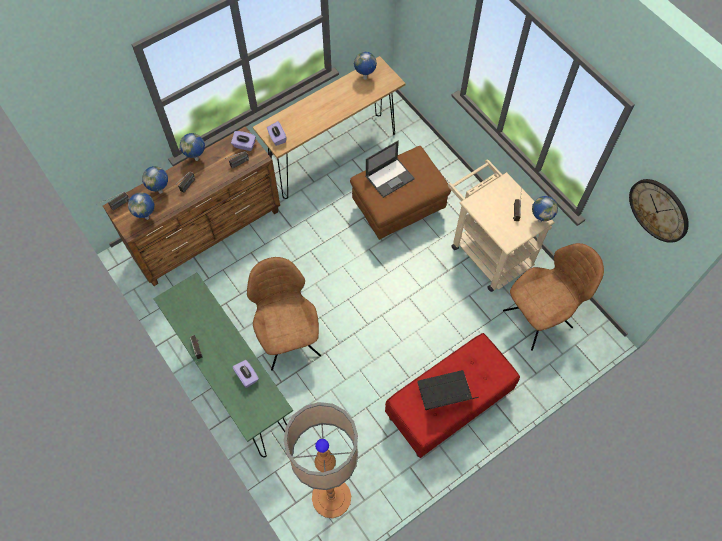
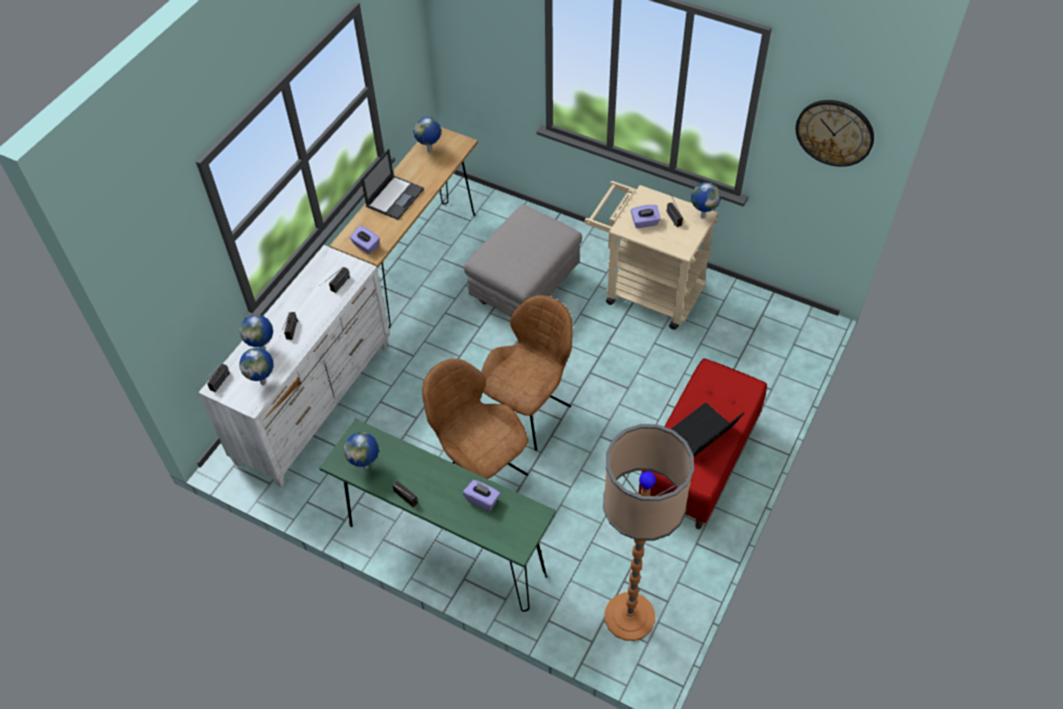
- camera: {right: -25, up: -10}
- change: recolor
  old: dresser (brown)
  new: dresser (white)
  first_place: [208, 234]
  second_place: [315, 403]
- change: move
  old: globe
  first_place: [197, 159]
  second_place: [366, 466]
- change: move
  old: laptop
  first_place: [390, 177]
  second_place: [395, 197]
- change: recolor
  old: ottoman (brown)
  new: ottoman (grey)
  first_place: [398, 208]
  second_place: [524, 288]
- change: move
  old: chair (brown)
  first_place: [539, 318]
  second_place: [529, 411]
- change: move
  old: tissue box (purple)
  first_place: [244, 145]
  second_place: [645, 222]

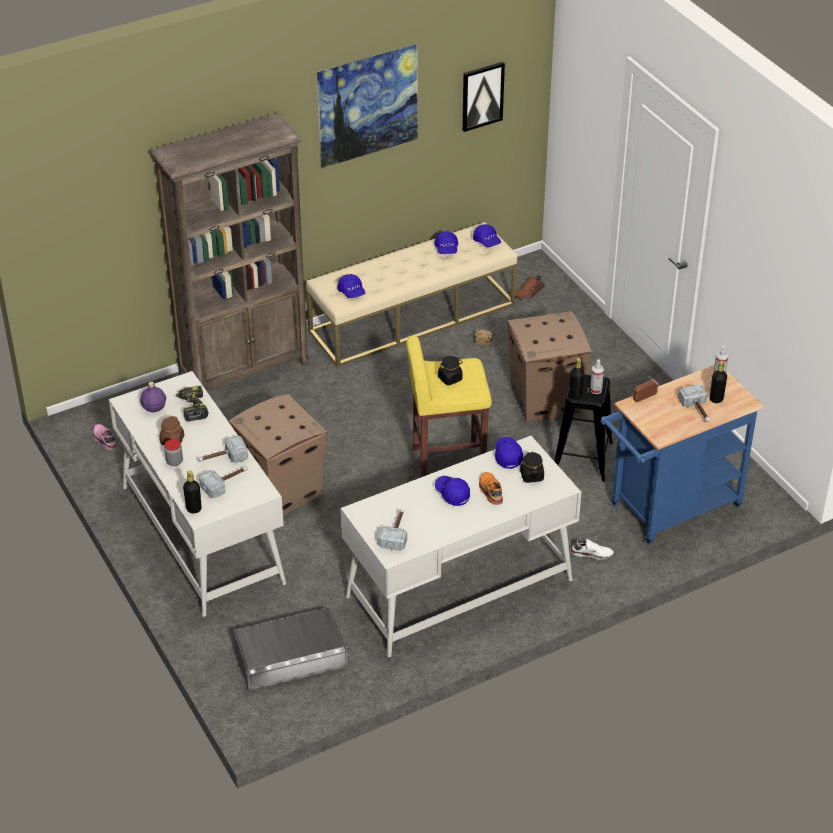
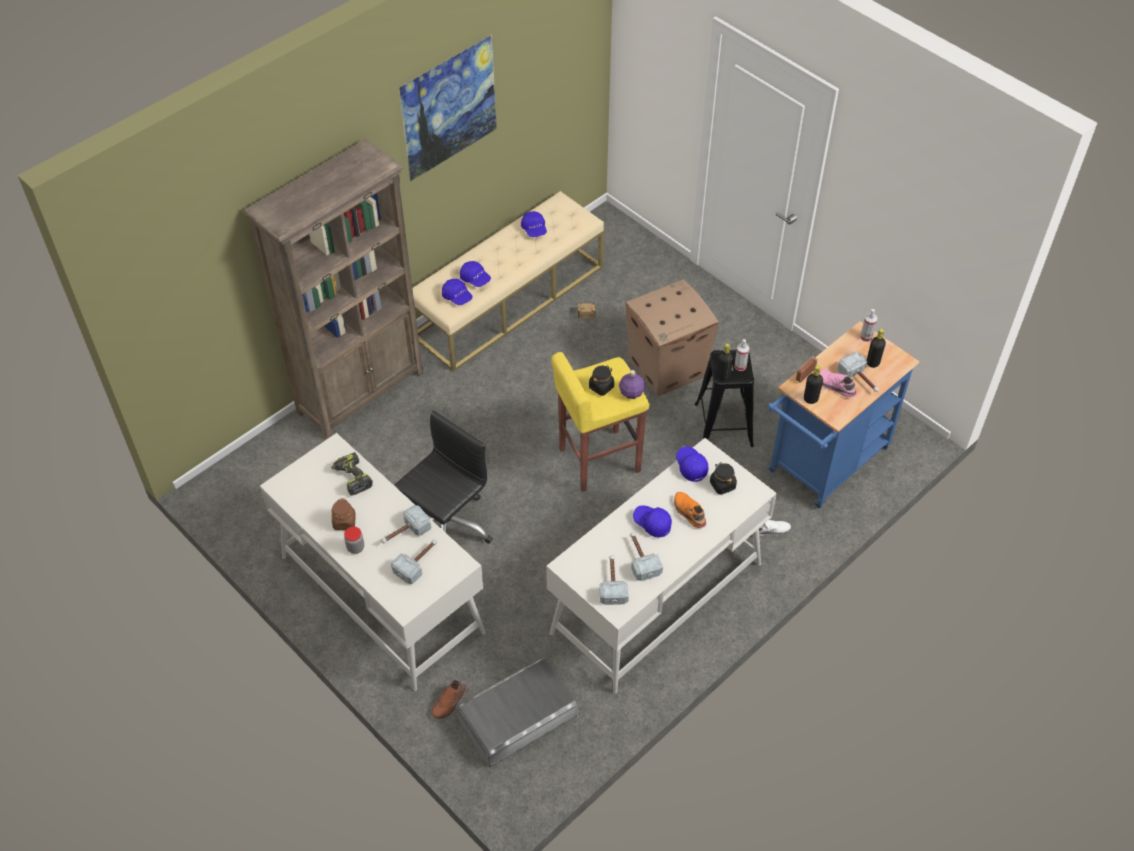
- camera: {right: -15, up: 10}
- change: replace
  old: cardboard box
  new: office chair (black)
  first_place: [282, 492]
  second_place: [446, 527]
- change: move
  old: shoe (brown)
  first_place: [530, 293]
  second_place: [449, 703]
- change: move
  old: cap (blue)
  first_place: [487, 242]
  second_place: [475, 279]
- change: move
  old: bottle (purple)
  first_place: [154, 407]
  second_place: [631, 392]
- change: insert
  new: hammer
  second_place: [640, 558]
- change: move
  old: bottle (black)
  first_place: [194, 509]
  second_place: [810, 399]
- change: move
  old: shoe (pink)
  first_place: [104, 440]
  second_place: [835, 386]
- change: delete
  old: picture
  first_place: [482, 96]

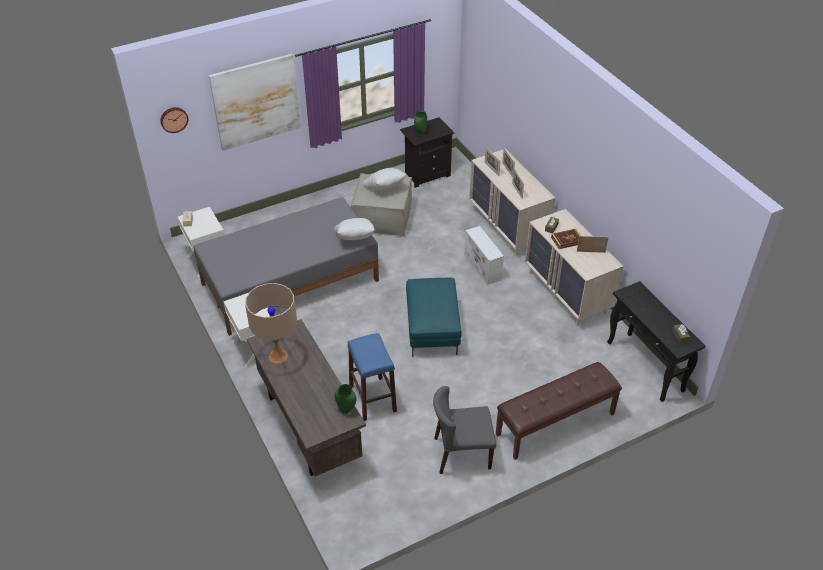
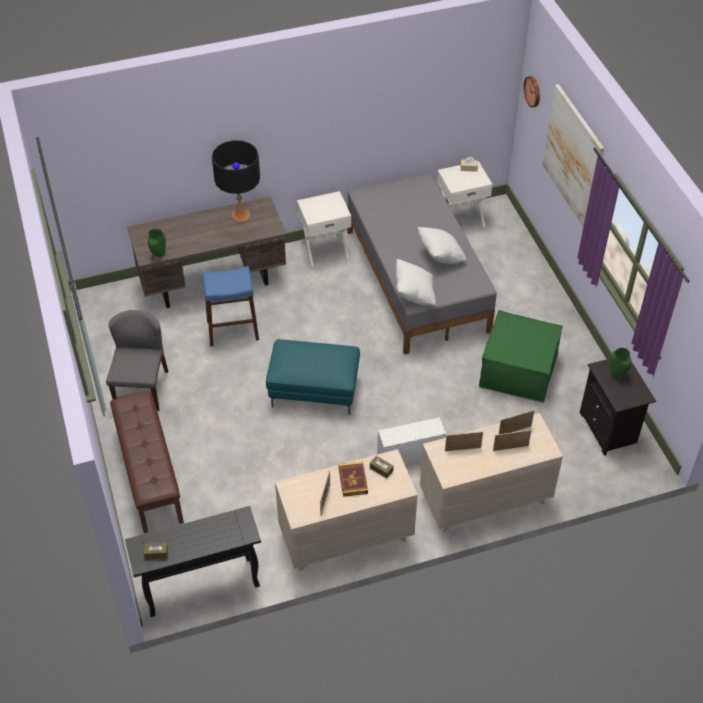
- camera: {right: 100, up: 5}
- change: recolor
  old: table lamp (beige)
  new: table lamp (black)
  first_place: [278, 356]
  second_place: [240, 215]
- change: move
  old: pillow (white)
  first_place: [384, 189]
  second_place: [440, 257]
- change: recolor
  old: ottoman (beige)
  new: ottoman (green)
  first_place: [382, 218]
  second_place: [518, 370]

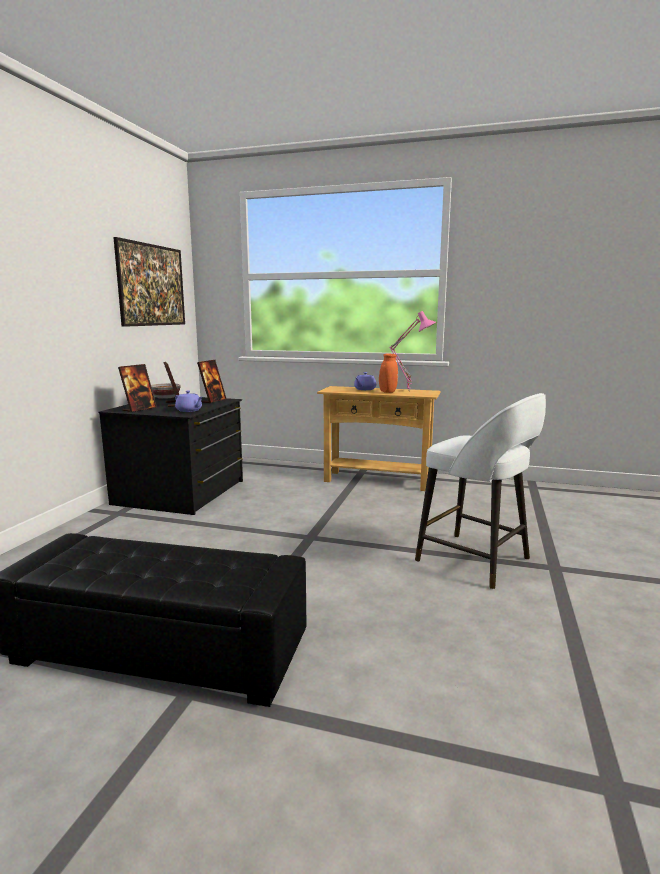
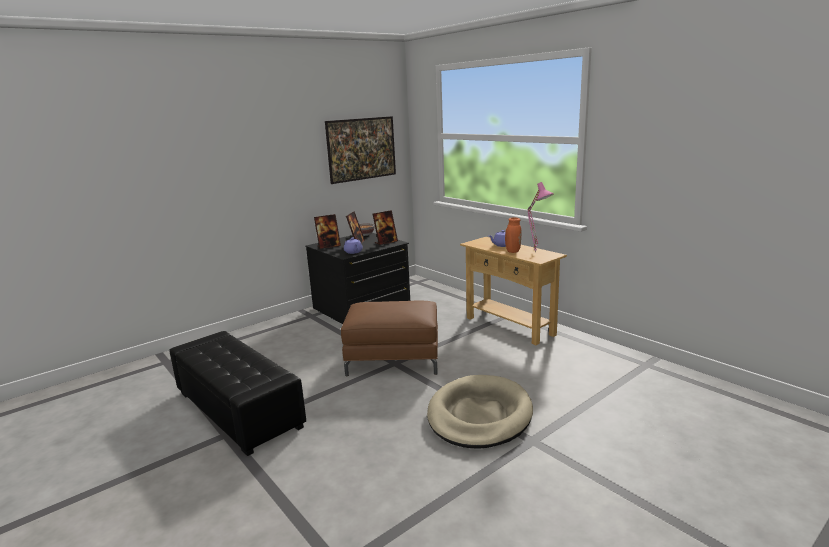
- camera: {right: 35, up: 5}
- change: insert
  new: ottoman (brown)
  second_place: [393, 360]
- change: replace
  old: stool (white)
  new: dog bed (beige)
  first_place: [476, 561]
  second_place: [479, 415]

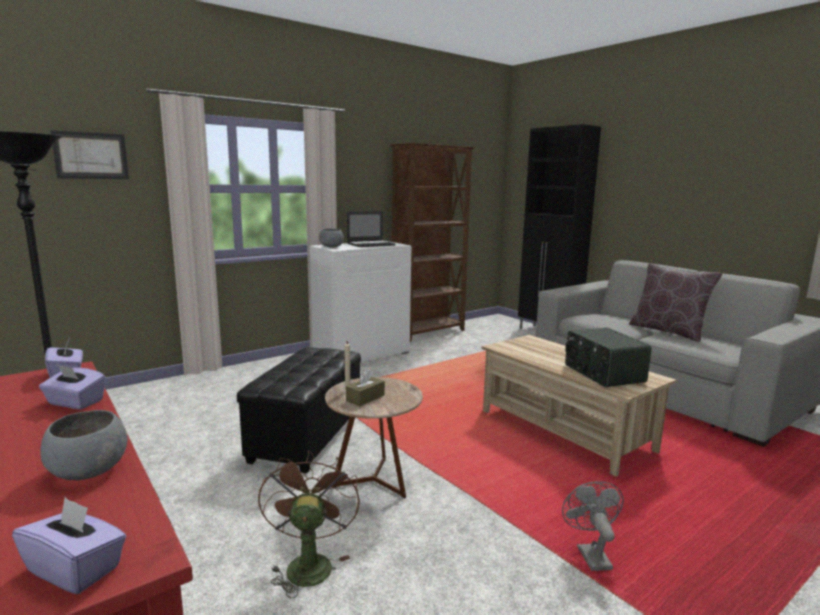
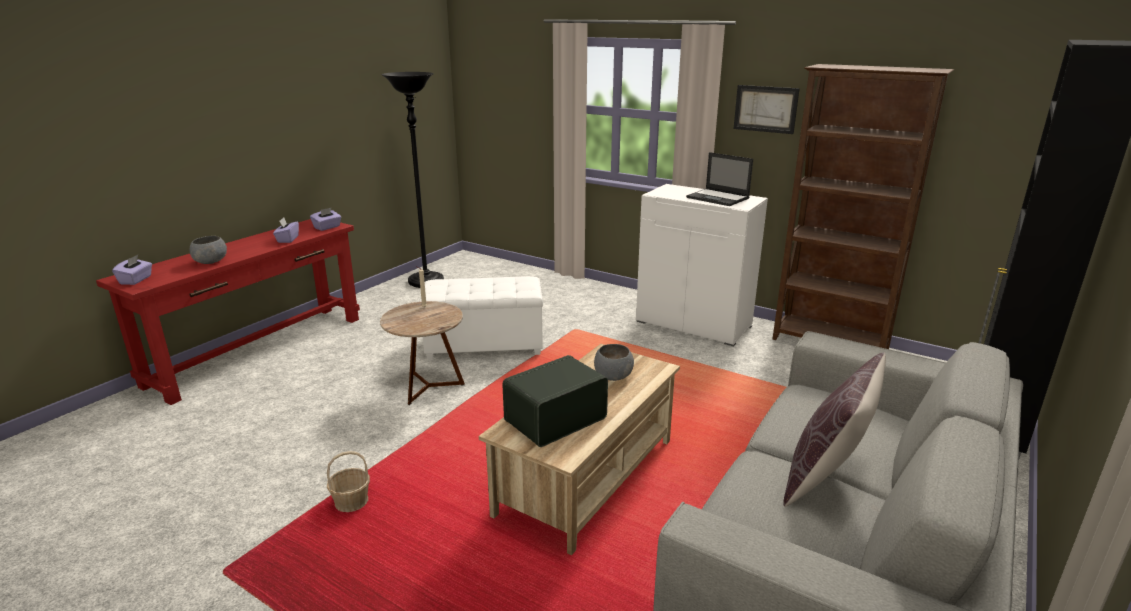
- camera: {right: 70, up: 10}
- change: replace
  old: fan (grey)
  new: basket
  first_place: [590, 554]
  second_place: [351, 502]
- change: recolor
  old: ottoman (black)
  new: ottoman (white)
  first_place: [306, 437]
  second_place: [484, 345]
- change: move
  old: bowl (grey)
  first_place: [331, 247]
  second_place: [613, 376]
- change: move
  old: picture
  first_place: [91, 155]
  second_place: [765, 109]
- change: delete
  old: fan (brown)
  first_place: [308, 563]
- change: delete
  old: tissue box (brown)
  first_place: [365, 398]

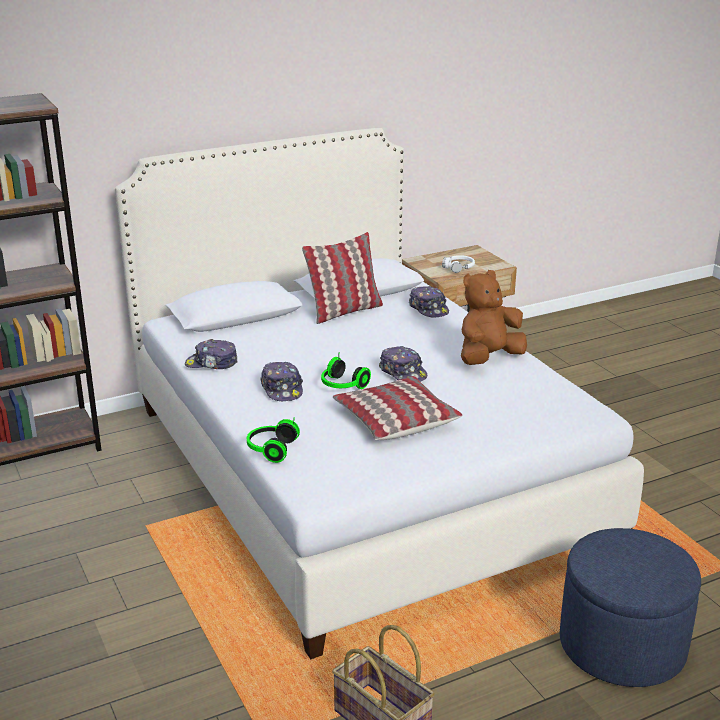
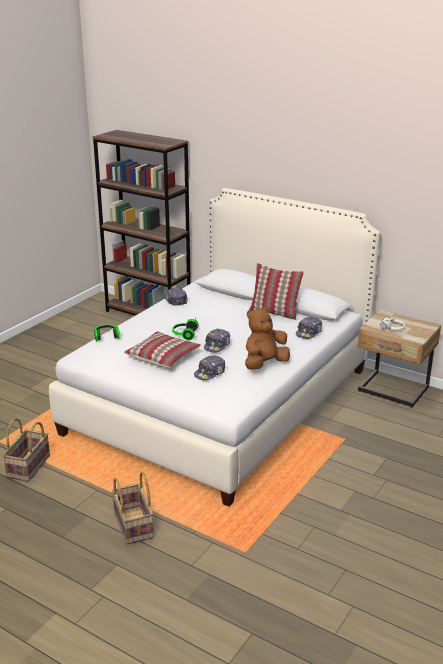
- camera: {right: 60, up: 0}
- change: replace
  old: ottoman (blue)
  new: basket
  first_place: [622, 645]
  second_place: [134, 525]
- change: move
  old: cap
  first_place: [282, 389]
  second_place: [210, 373]
- change: rotate
  old: plush toy (brown)
  first_place: [488, 358]
  second_place: [264, 364]
  degrees: -60

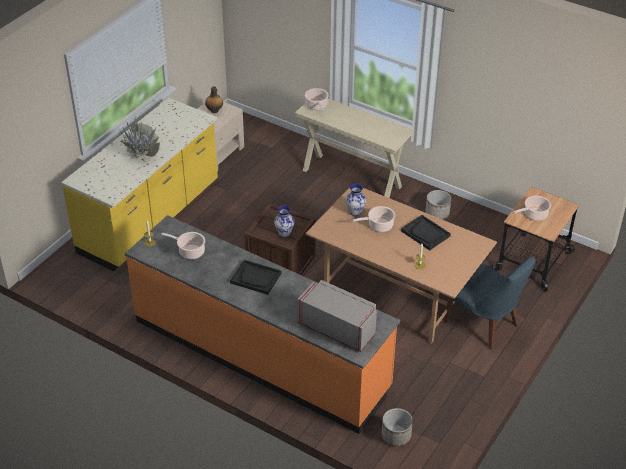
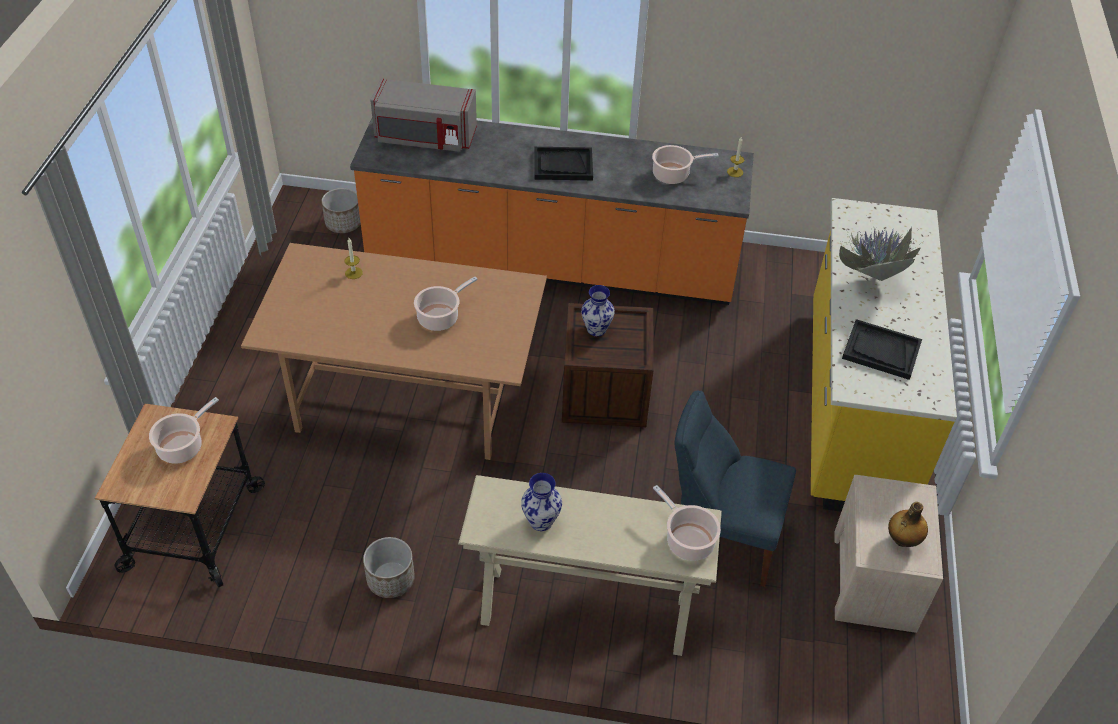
- camera: {right: 155, up: 5}
- change: move
  old: vase
  first_place: [355, 212]
  second_place: [541, 521]
- change: move
  old: chair (blue)
  first_place: [484, 325]
  second_place: [720, 537]
- change: move
  old: tray (black)
  first_place: [425, 233]
  second_place: [881, 351]

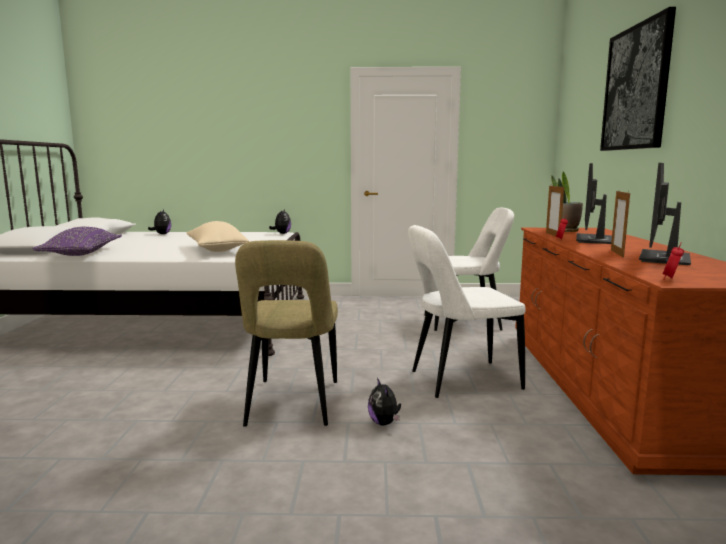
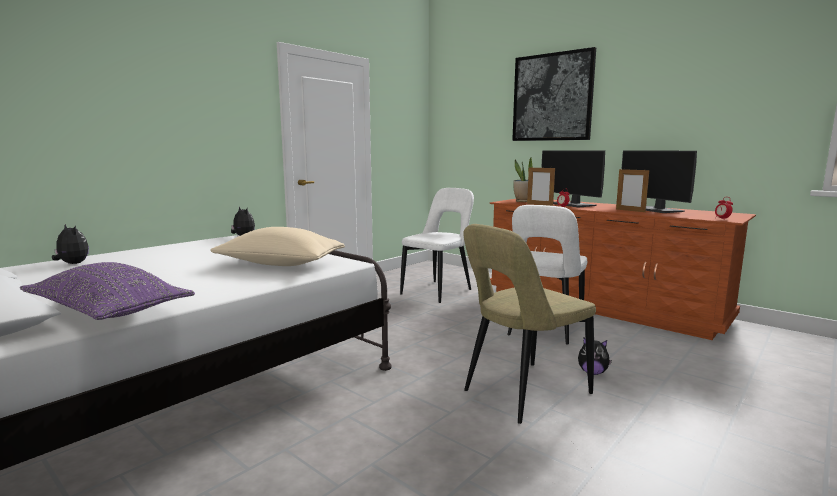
- camera: {right: -50, up: 0}
- change: rotate
  old: chair (beige)
  first_place: [292, 405]
  second_place: [522, 393]
  degrees: 105

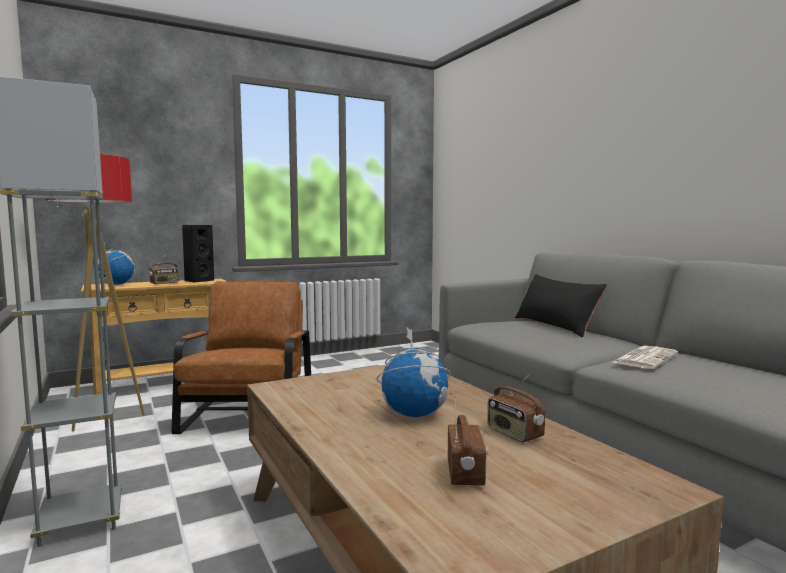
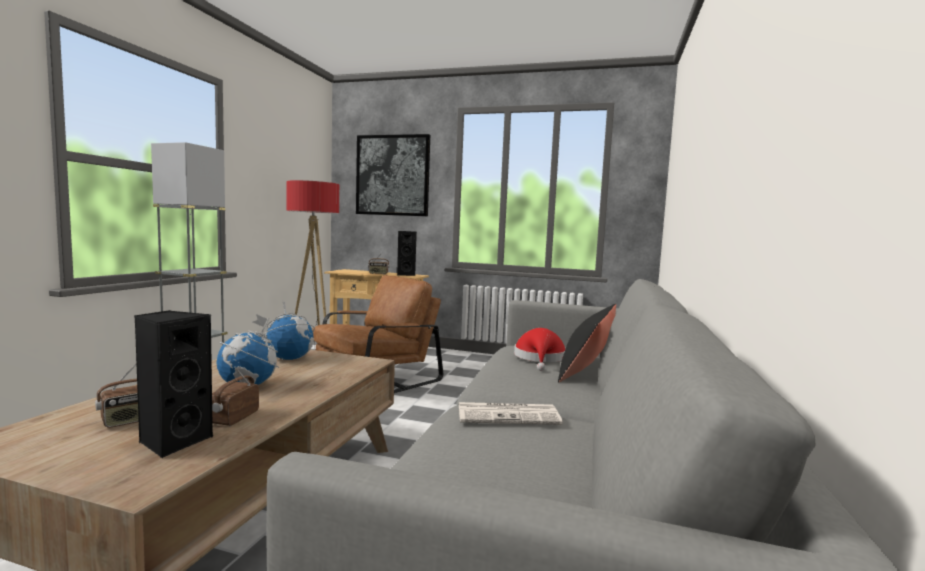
- camera: {right: 45, up: 0}
- change: insert
  new: speaker (black)
  second_place: [173, 441]
- change: move
  old: globe
  first_place: [115, 284]
  second_place: [290, 358]
- change: insert
  new: picture
  second_place: [392, 175]
- change: insert
  new: hat (red)
  second_place: [540, 358]

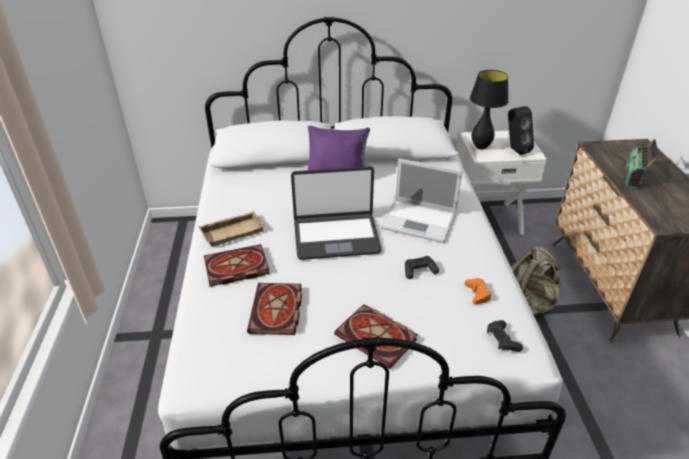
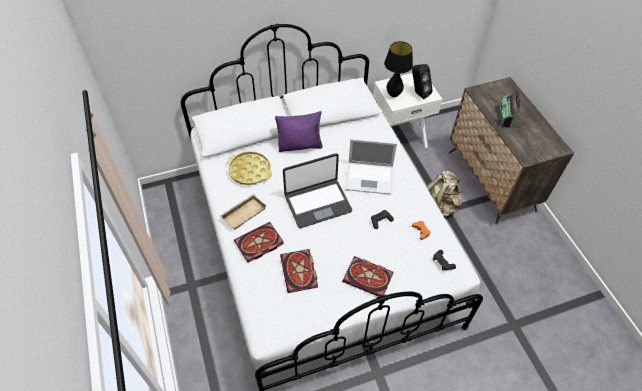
- camera: {right: -15, up: 15}
- change: insert
  new: tray (yellow)
  second_place: [250, 171]

